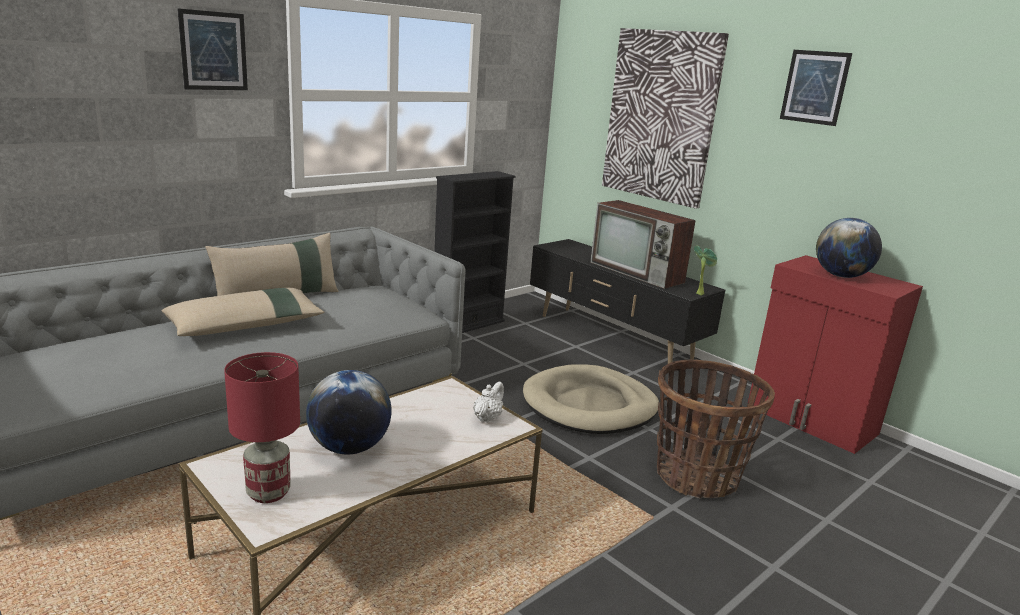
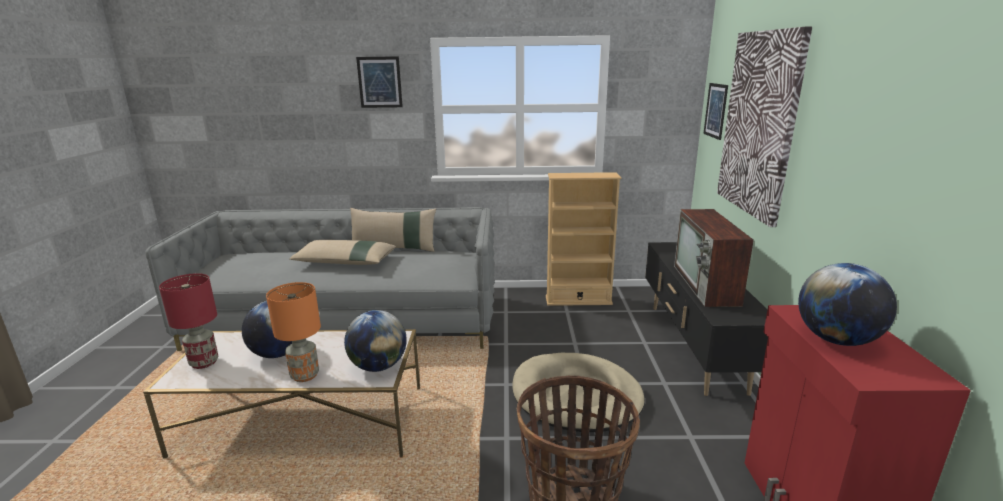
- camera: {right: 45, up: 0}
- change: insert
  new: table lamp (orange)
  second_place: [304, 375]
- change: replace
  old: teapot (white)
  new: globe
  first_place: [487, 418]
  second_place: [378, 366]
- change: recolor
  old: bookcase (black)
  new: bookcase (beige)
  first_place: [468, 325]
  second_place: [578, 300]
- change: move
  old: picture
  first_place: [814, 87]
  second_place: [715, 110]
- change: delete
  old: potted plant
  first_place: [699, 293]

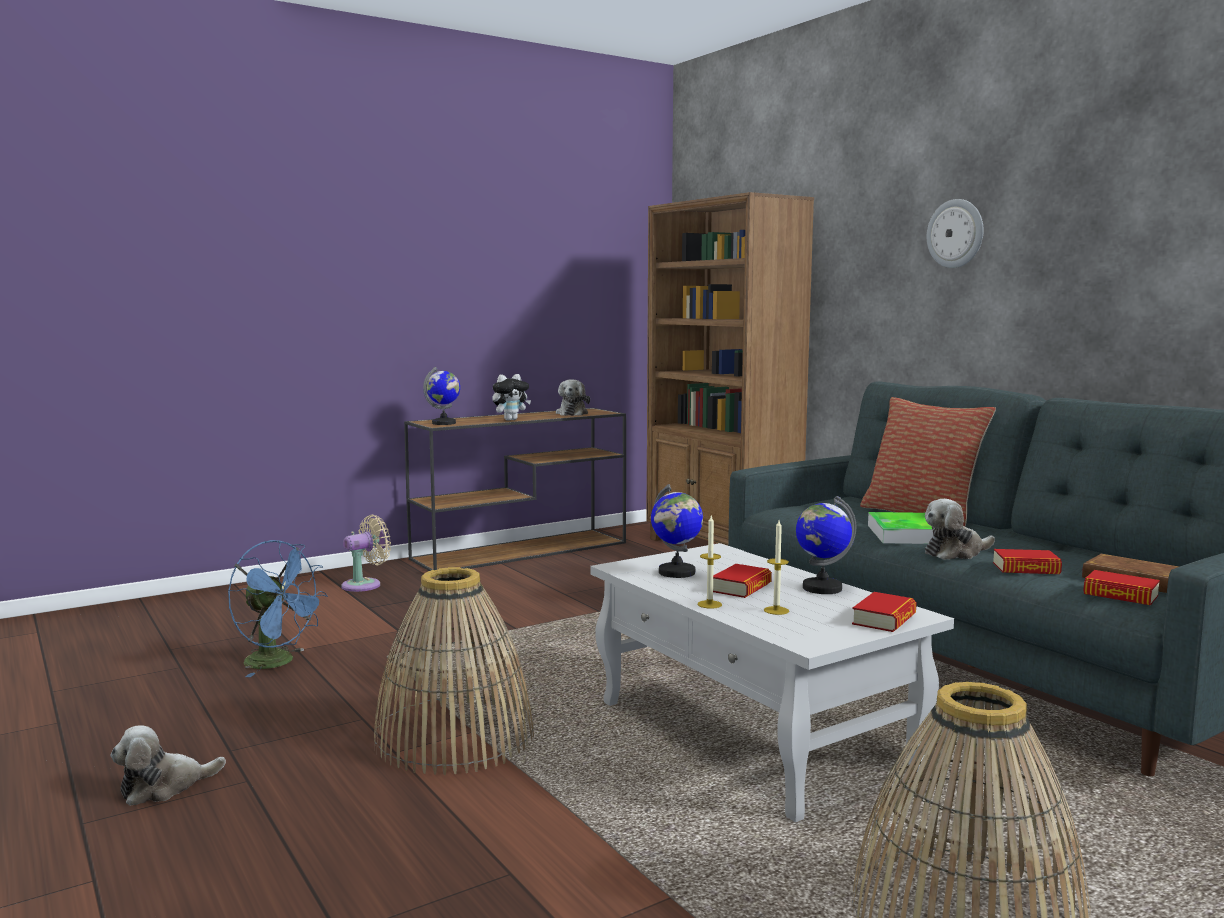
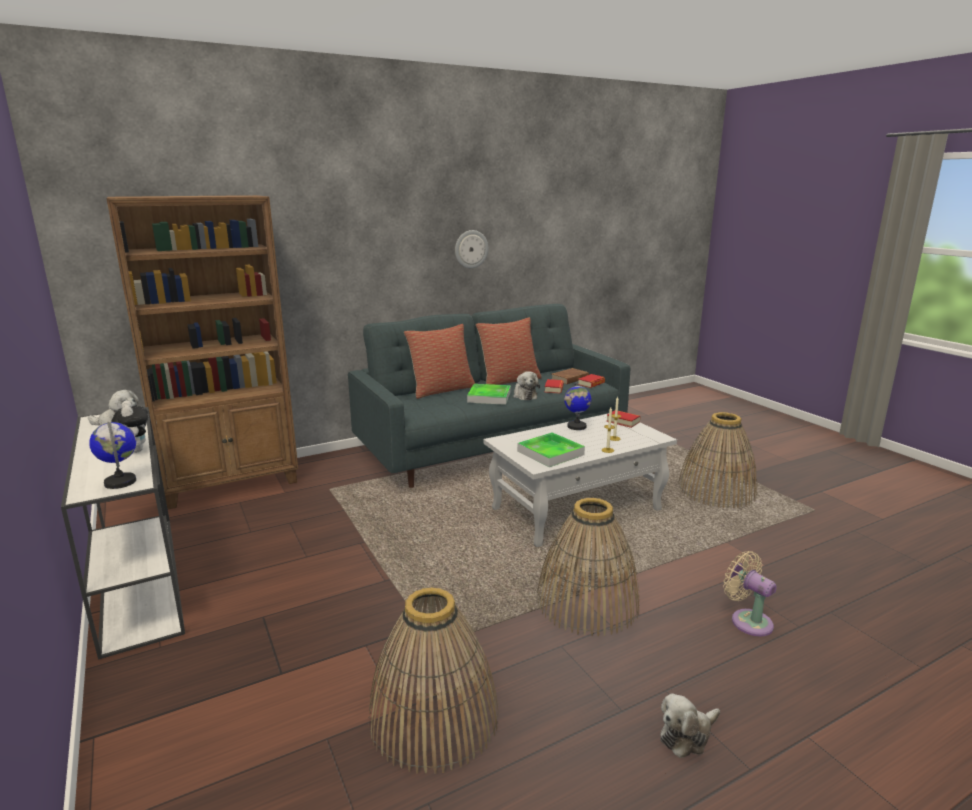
- camera: {right: -85, up: 10}
- change: recolor
  old: console table (brown)
  new: console table (white)
  first_place: [522, 550]
  second_place: [139, 577]
- change: replace
  old: fan (blue)
  new: basket
  first_place: [278, 663]
  second_place: [433, 717]
- change: move
  old: wall clock
  first_place: [956, 233]
  second_place: [471, 249]
- change: insert
  new: pillow
  second_place: [509, 380]
- change: replace
  old: globe
  new: tray
  first_place: [676, 572]
  second_place: [550, 453]
- change: rotate
  old: plush toy
  first_place: [164, 787]
  second_place: [687, 735]
  degrees: 90
- change: move
  old: fan (beige)
  first_place: [365, 585]
  second_place: [748, 620]
- change: delete
  old: book
  first_place: [741, 587]

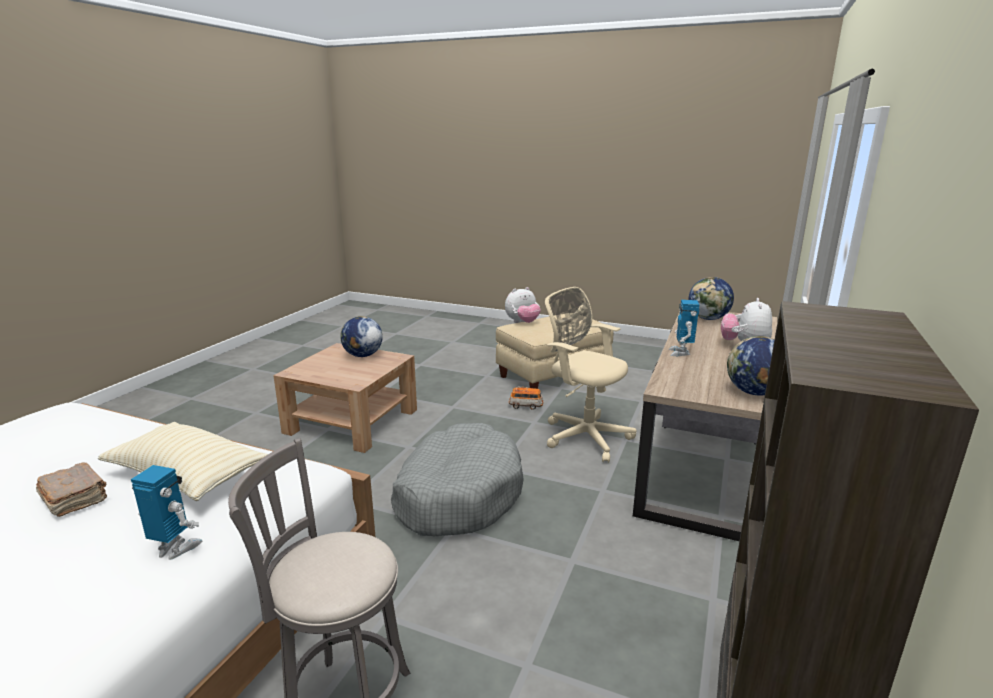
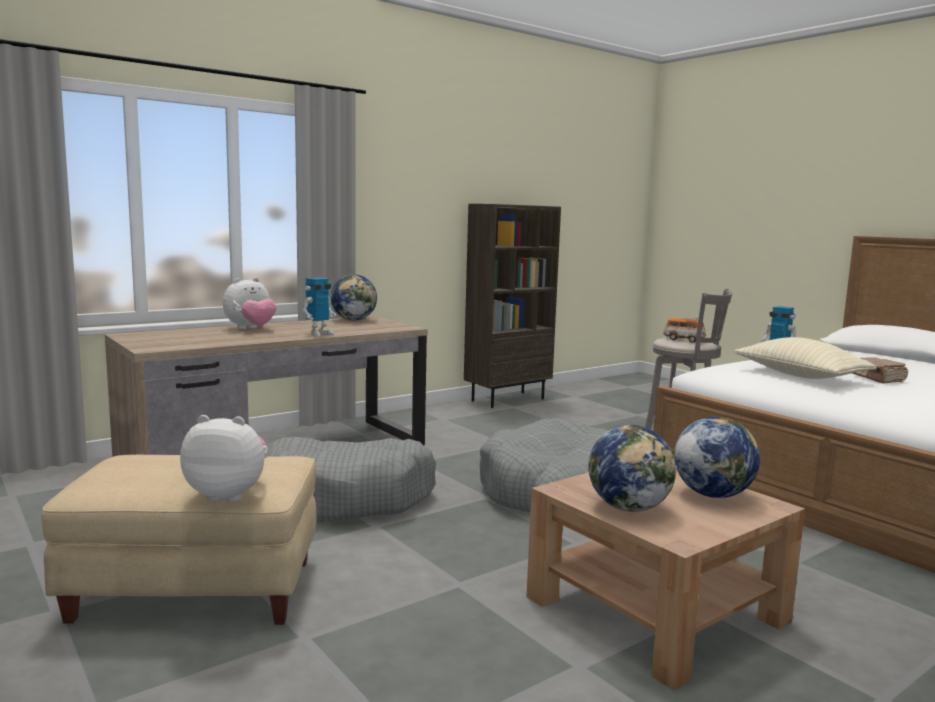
- camera: {right: -150, up: -10}
- change: replace
  old: office chair (beige)
  new: dog bed (grey)
  first_place: [584, 436]
  second_place: [347, 497]
- change: move
  old: toy car
  first_place: [526, 406]
  second_place: [683, 340]
- change: move
  old: globe
  first_place: [708, 319]
  second_place: [712, 494]

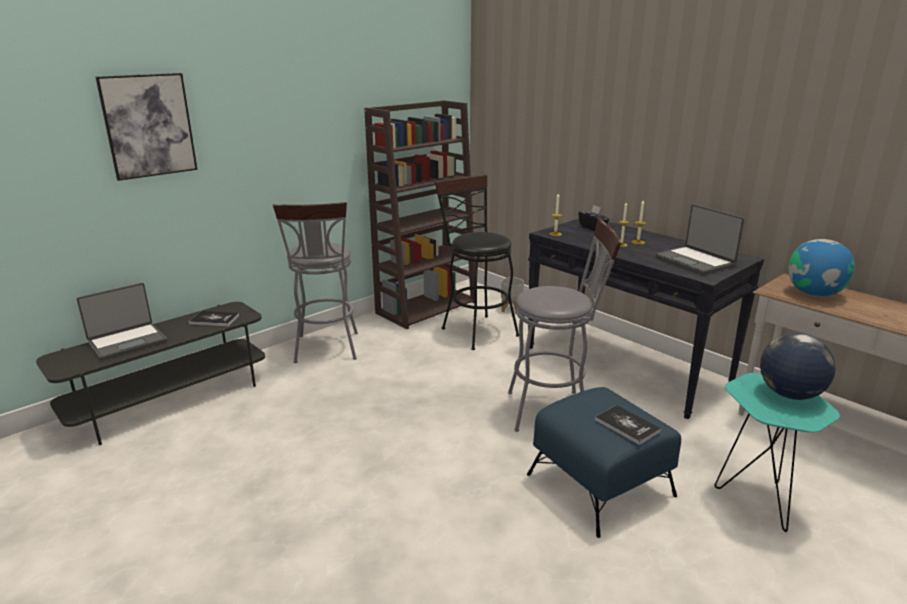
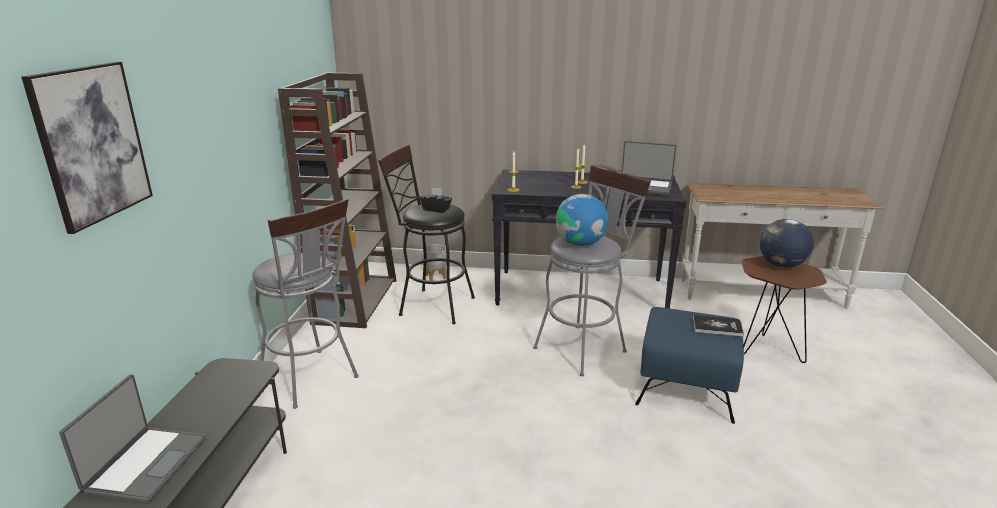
- camera: {right: -40, up: 0}
- change: move
  old: tissue box (black)
  first_place: [592, 227]
  second_place: [436, 209]
- change: move
  old: globe
  first_place: [814, 293]
  second_place: [580, 243]
- change: recolor
  old: side table (turquoise)
  new: side table (brown)
  first_place: [757, 498]
  second_place: [766, 349]
- change: delete
  old: book
  first_place: [214, 319]

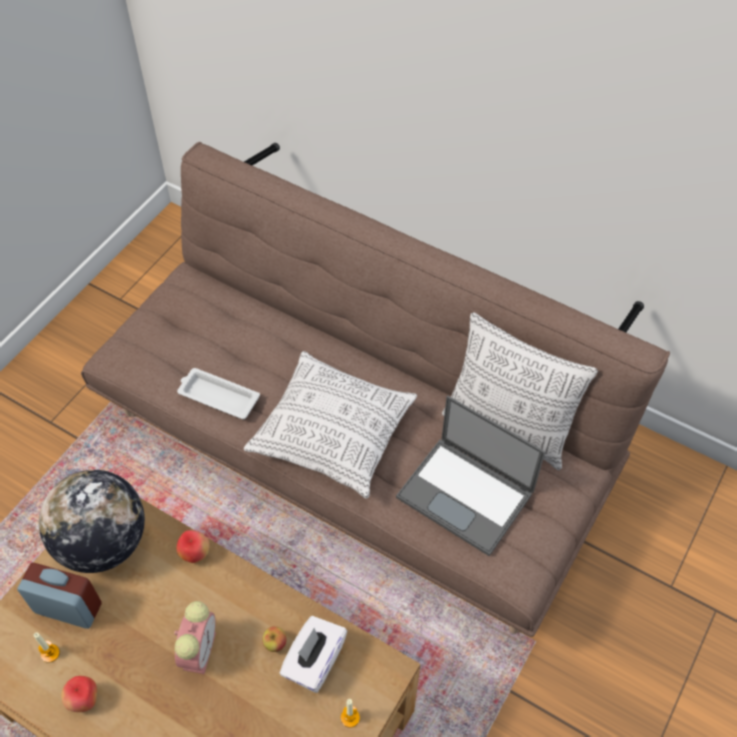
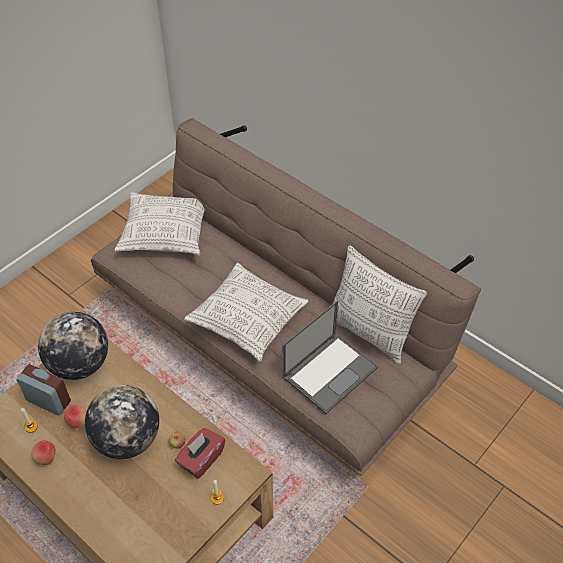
- camera: {right: 10, up: -5}
- change: move
  old: apple
  first_place: [195, 554]
  second_place: [78, 423]
- change: replace
  old: alarm clock
  new: globe
  first_place: [199, 649]
  second_place: [127, 439]
- change: insert
  new: pillow
  second_place: [165, 233]
- change: recolor
  old: tissue box (white)
  new: tissue box (red)
  first_place: [314, 662]
  second_place: [201, 459]
- change: rotate
  old: laptop
  first_place: [467, 495]
  second_place: [330, 371]
  degrees: -90
- change: delete
  old: tray (white)
  first_place: [217, 396]

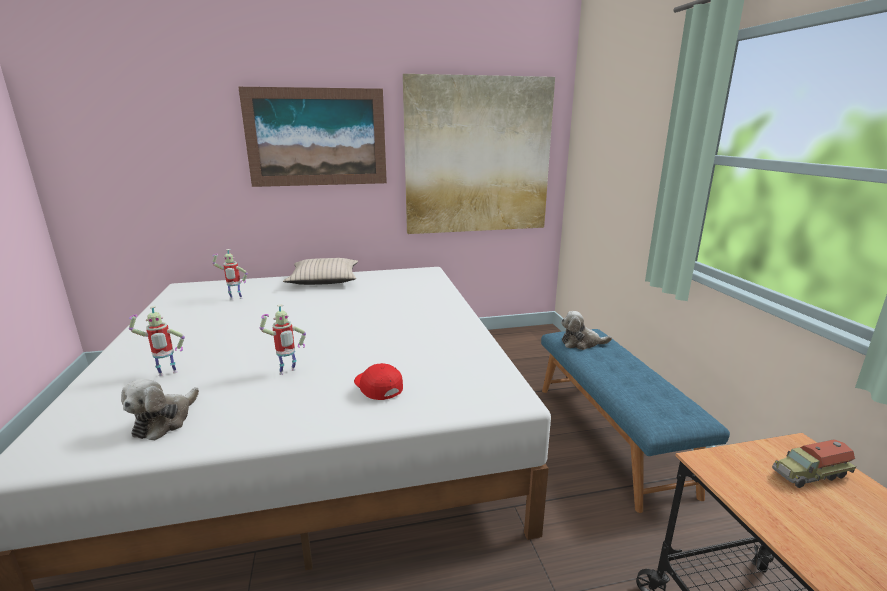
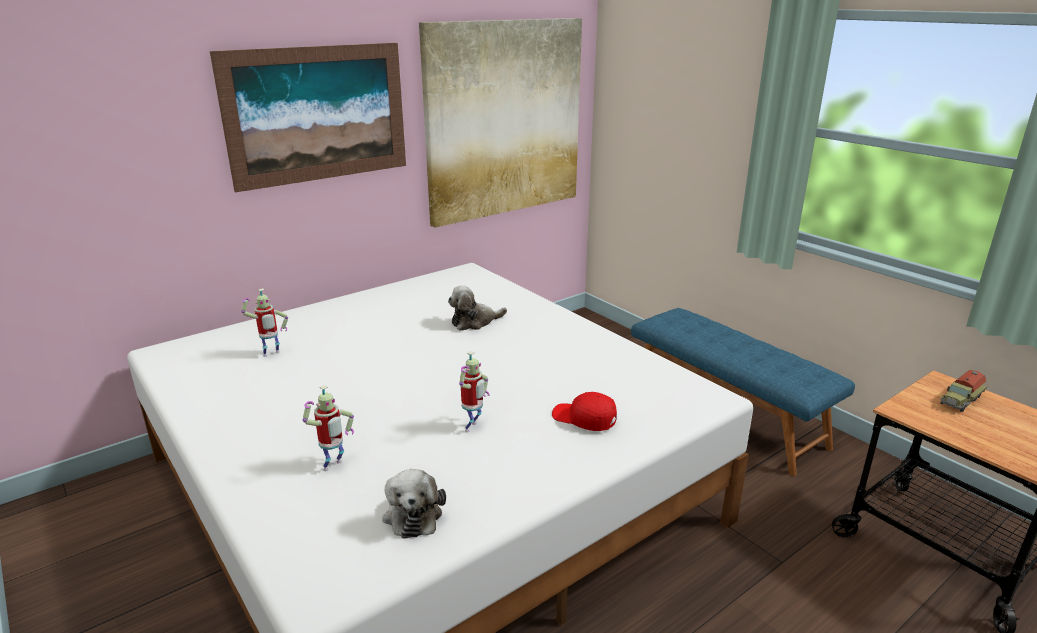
- camera: {right: -25, up: 5}
- change: move
  old: plush toy
  first_place: [581, 343]
  second_place: [474, 322]
- change: delete
  old: pillow (beige)
  first_place: [324, 280]

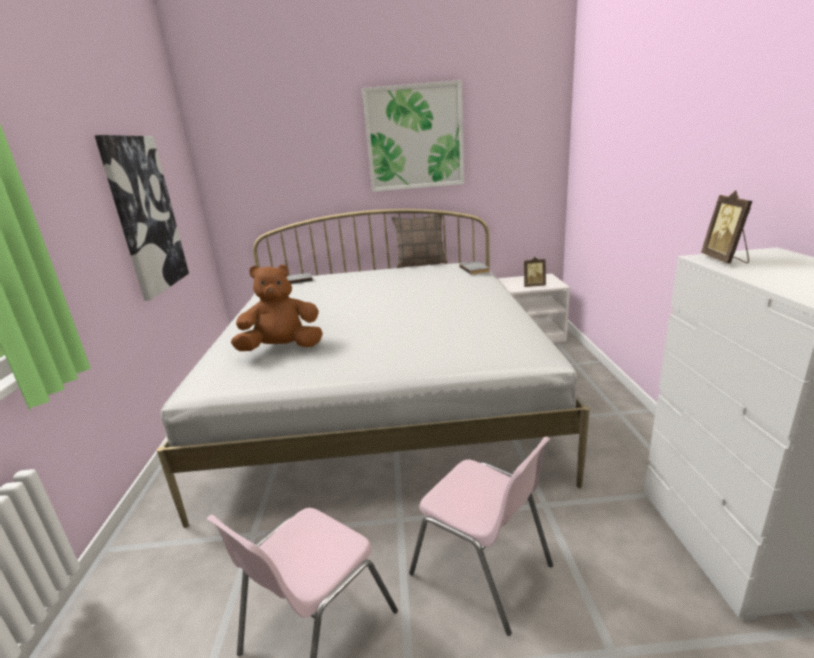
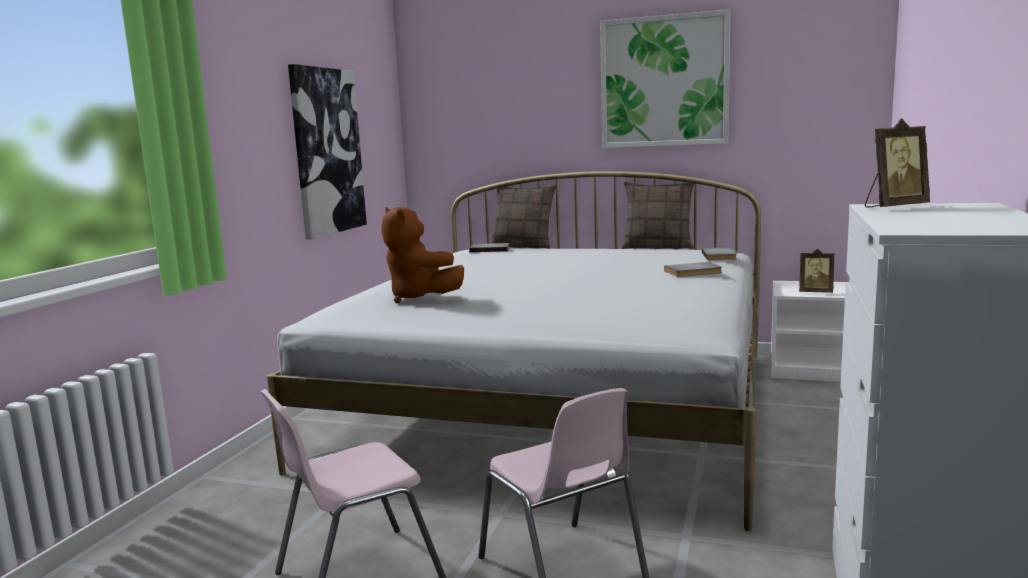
- camera: {right: 20, up: -10}
- change: rotate
  old: plush toy (brown)
  first_place: [282, 348]
  second_place: [419, 298]
  degrees: -135
- change: insert
  new: pillow
  second_place: [523, 246]
- change: insert
  new: book (grey)
  second_place: [693, 272]
- change: rotate
  old: picture frame
  first_place: [725, 260]
  second_place: [894, 207]
  degrees: -135

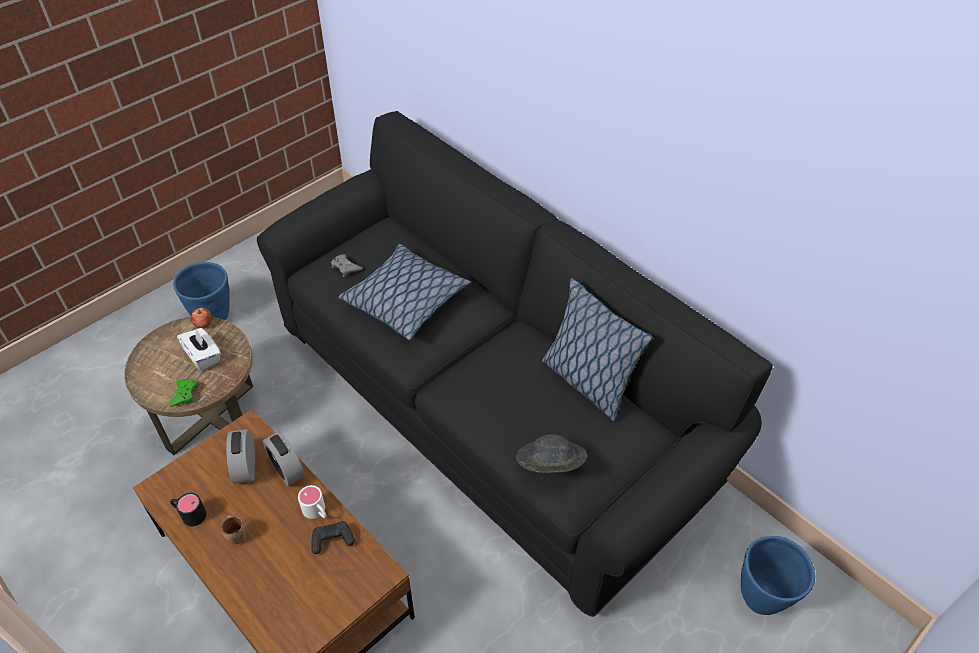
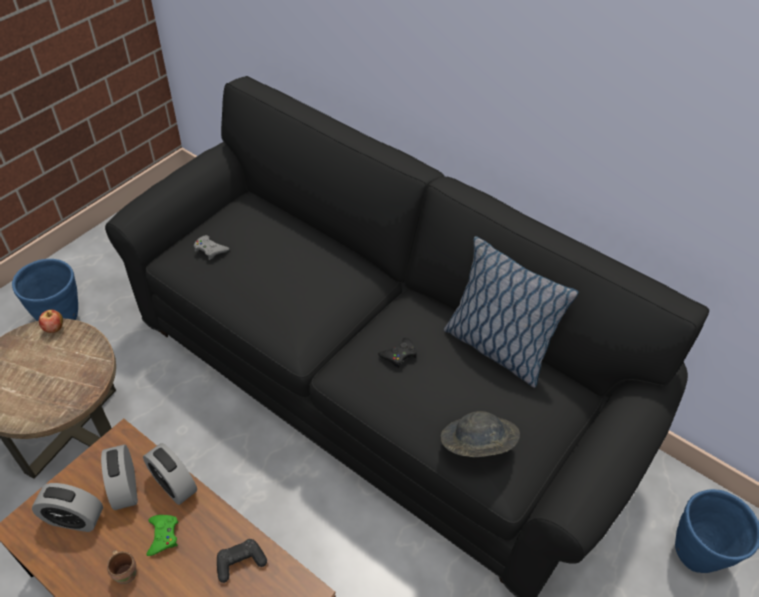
- camera: {right: -10, up: 0}
- change: insert
  new: alarm clock
  second_place: [74, 518]
- change: move
  old: game controller (green)
  first_place: [184, 394]
  second_place: [163, 535]
- change: insert
  new: game controller (black)
  second_place: [399, 355]
- change: delete
  old: mug (black)
  first_place: [189, 514]
- change: delete
  old: tissue box (white)
  first_place: [203, 356]
- change: delete
  old: mug (white)
  first_place: [317, 512]
- change: delete
  old: pillow
  first_place: [405, 300]

